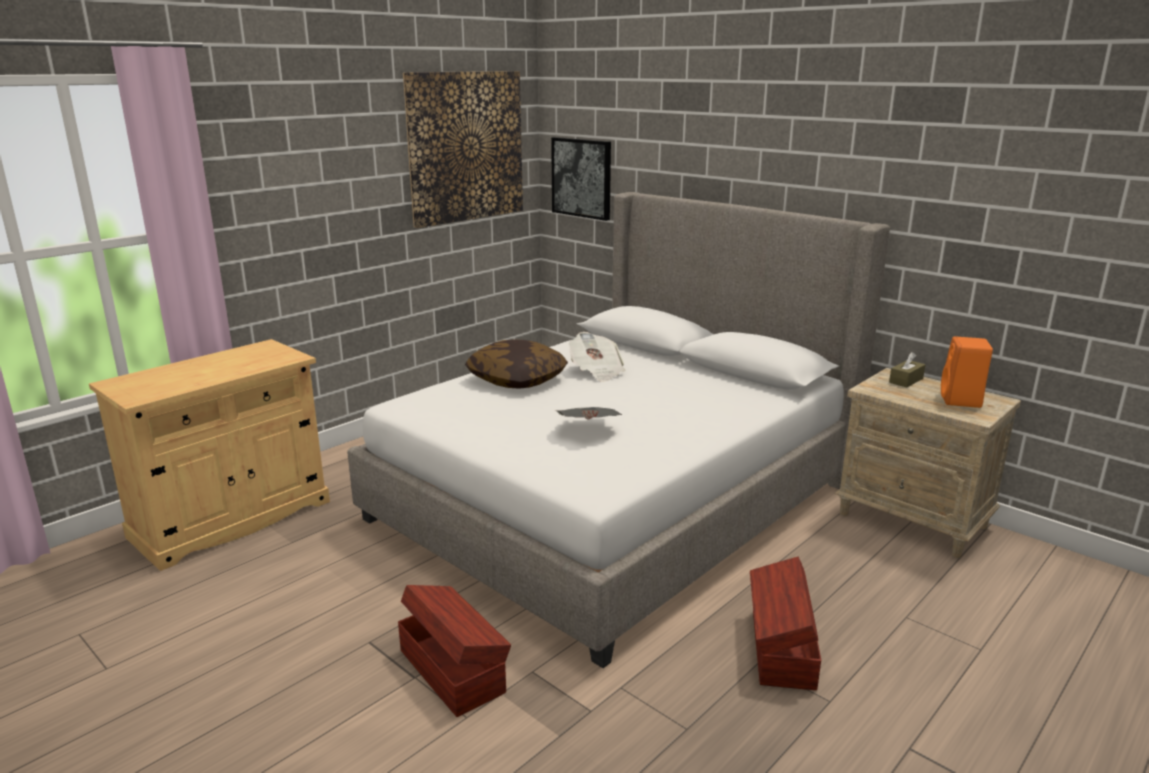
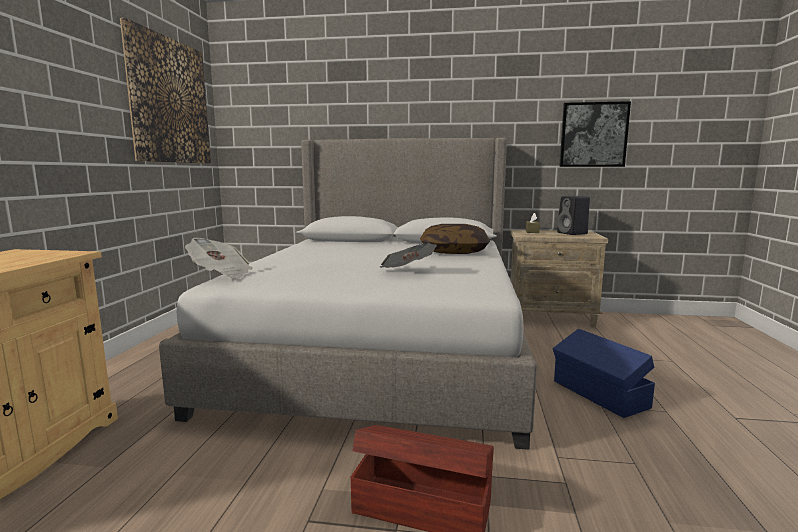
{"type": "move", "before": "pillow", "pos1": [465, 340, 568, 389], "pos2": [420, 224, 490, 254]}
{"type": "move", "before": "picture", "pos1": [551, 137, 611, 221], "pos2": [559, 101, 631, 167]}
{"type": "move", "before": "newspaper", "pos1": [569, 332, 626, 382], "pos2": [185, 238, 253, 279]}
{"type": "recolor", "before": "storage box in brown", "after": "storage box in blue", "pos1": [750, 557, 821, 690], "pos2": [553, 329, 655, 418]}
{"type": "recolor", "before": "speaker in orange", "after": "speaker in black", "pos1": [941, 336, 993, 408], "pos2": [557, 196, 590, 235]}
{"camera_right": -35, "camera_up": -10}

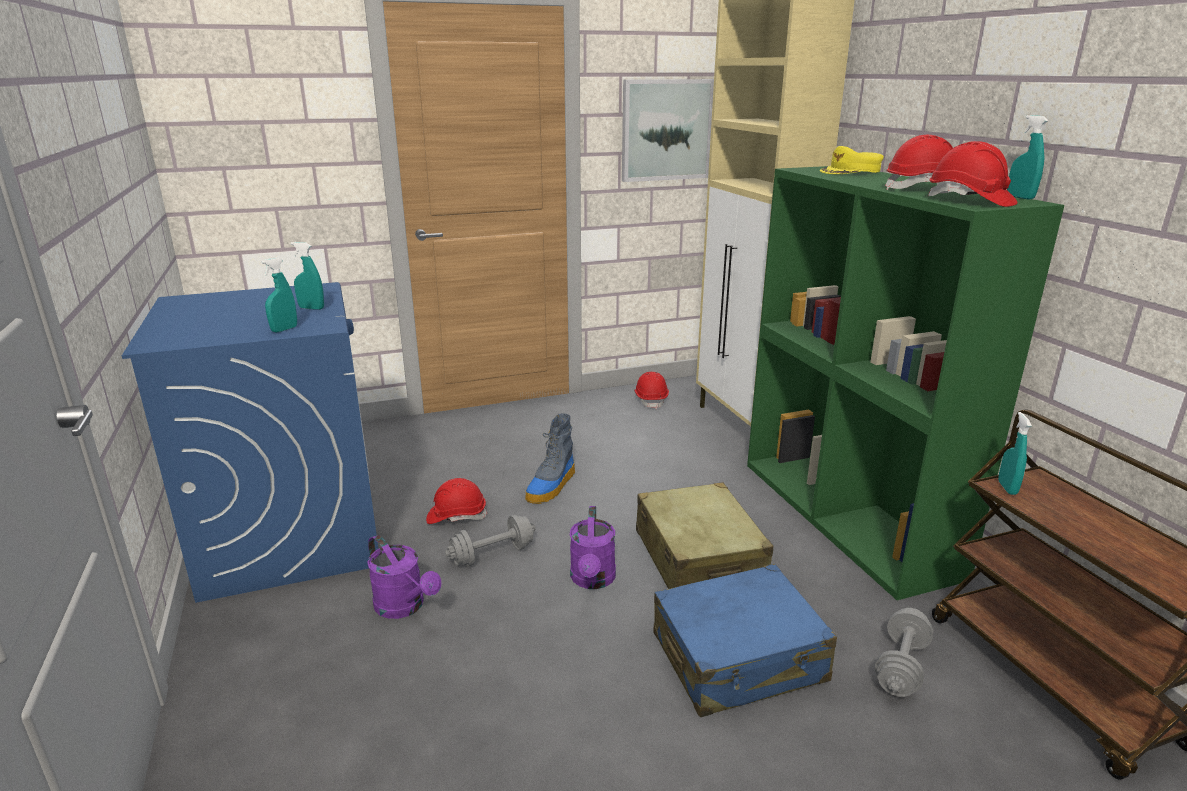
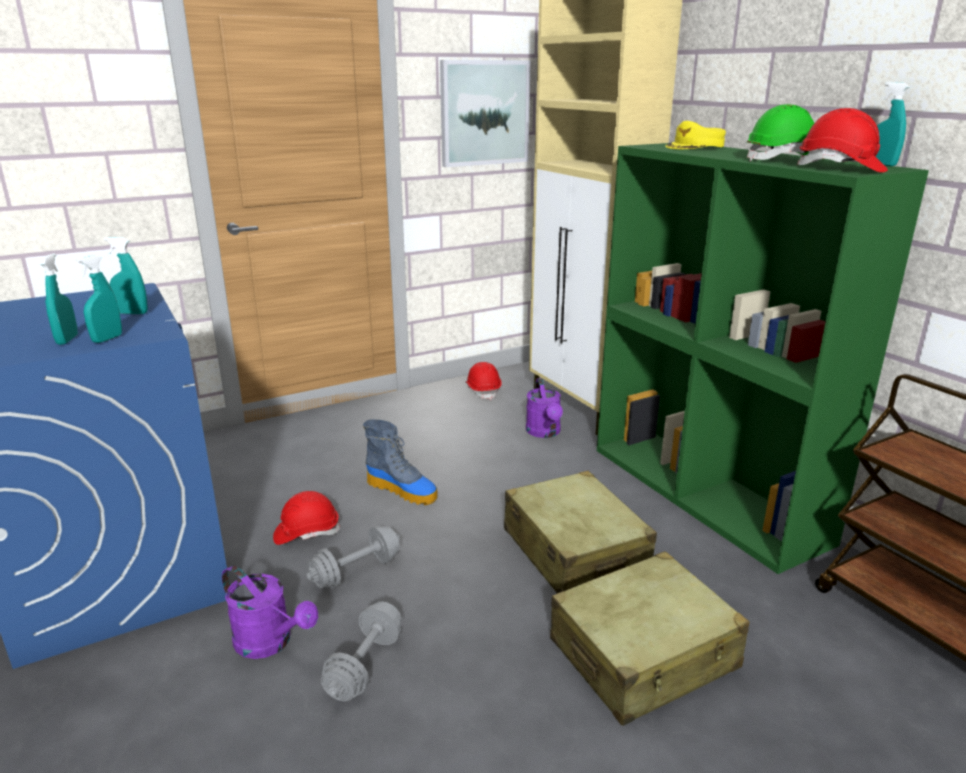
{"type": "move", "before": "watering can in purple", "pos1": [570, 506, 616, 589], "pos2": [526, 378, 563, 438]}
{"type": "move", "before": "dumbbell in grey", "pos1": [875, 608, 934, 697], "pos2": [321, 602, 402, 701]}
{"type": "move", "before": "spray bottle in turquoise", "pos1": [998, 412, 1032, 495], "pos2": [40, 254, 78, 345]}
{"type": "recolor", "before": "suitcase in blue", "after": "suitcase in beige", "pos1": [653, 564, 837, 717], "pos2": [550, 551, 750, 726]}
{"type": "recolor", "before": "hard hat in red", "after": "hard hat in green", "pos1": [885, 135, 953, 190], "pos2": [747, 104, 814, 161]}
{"type": "rotate", "before": "boot", "pos1": [525, 413, 575, 504], "pos2": [363, 419, 438, 505], "turn": -75}
{"camera_right": -10, "camera_up": 0}

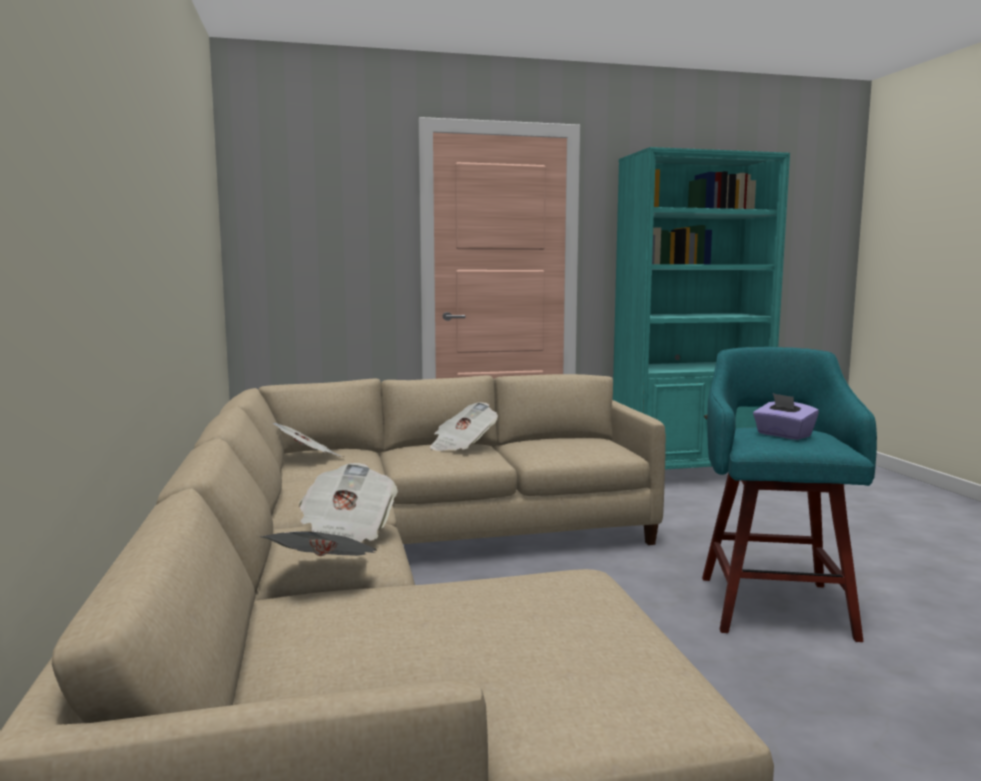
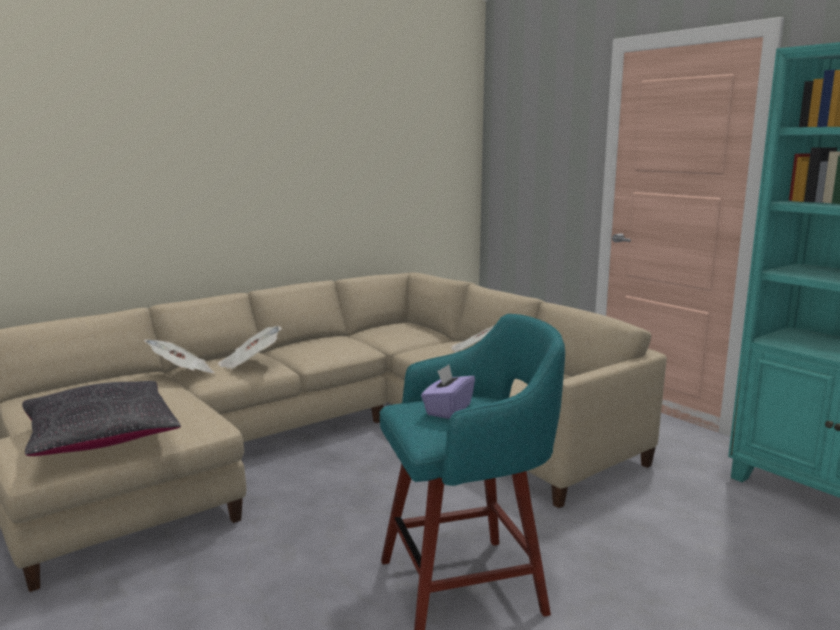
{"type": "delete", "before": "newspaper", "pos1": [272, 423, 343, 457]}
{"type": "insert", "after": "pillow in black", "pos2": [22, 381, 181, 456]}
{"camera_right": 65, "camera_up": 5}

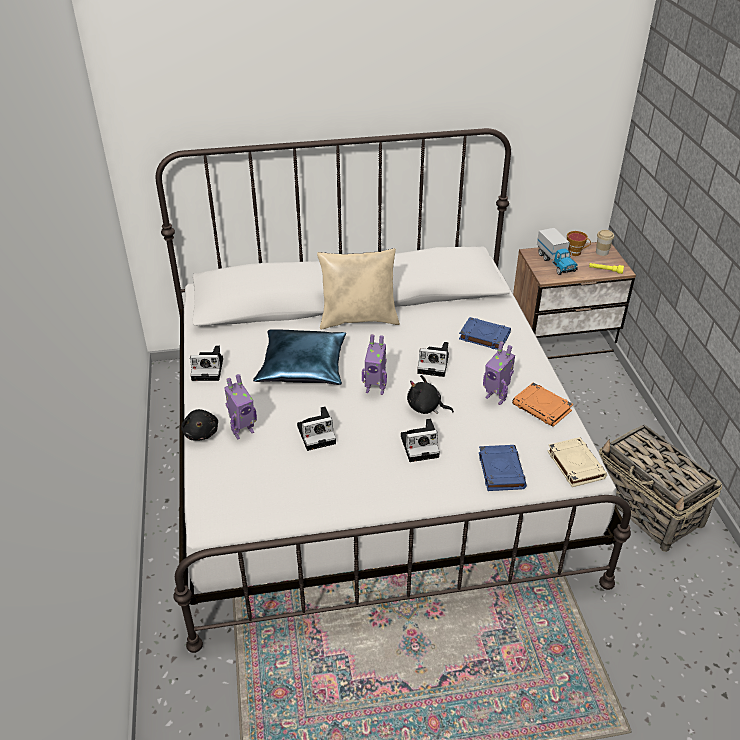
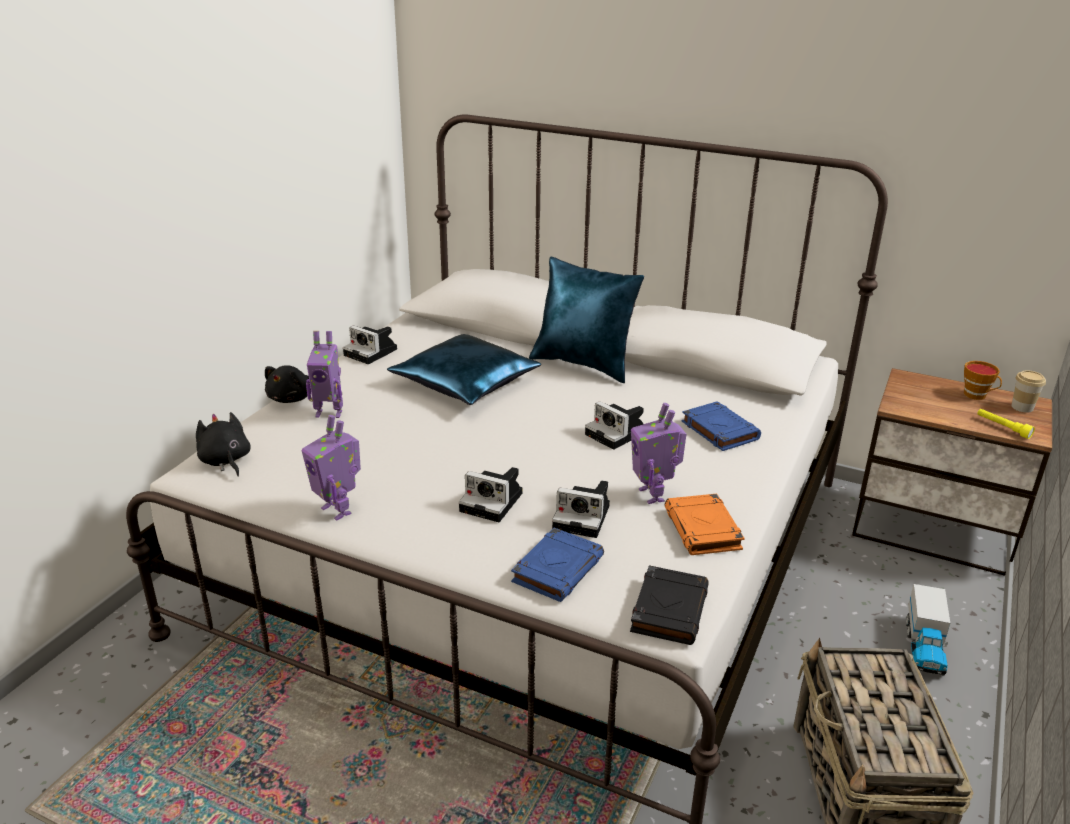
{"type": "move", "before": "photo camera", "pos1": [297, 406, 336, 451], "pos2": [552, 480, 610, 538]}
{"type": "move", "before": "toy robot", "pos1": [362, 334, 387, 395], "pos2": [302, 415, 361, 521]}
{"type": "move", "before": "plush toy in black", "pos1": [407, 375, 454, 414], "pos2": [196, 412, 251, 477]}
{"type": "move", "before": "toy truck", "pos1": [537, 228, 578, 275], "pos2": [906, 584, 950, 676]}
{"type": "recolor", "before": "pillow in beige", "after": "pillow in blue", "pos1": [317, 248, 400, 329], "pos2": [529, 257, 644, 383]}
{"type": "recolor", "before": "book in beige", "after": "book in black", "pos1": [547, 437, 607, 487], "pos2": [630, 565, 709, 645]}
{"camera_right": 35, "camera_up": -10}

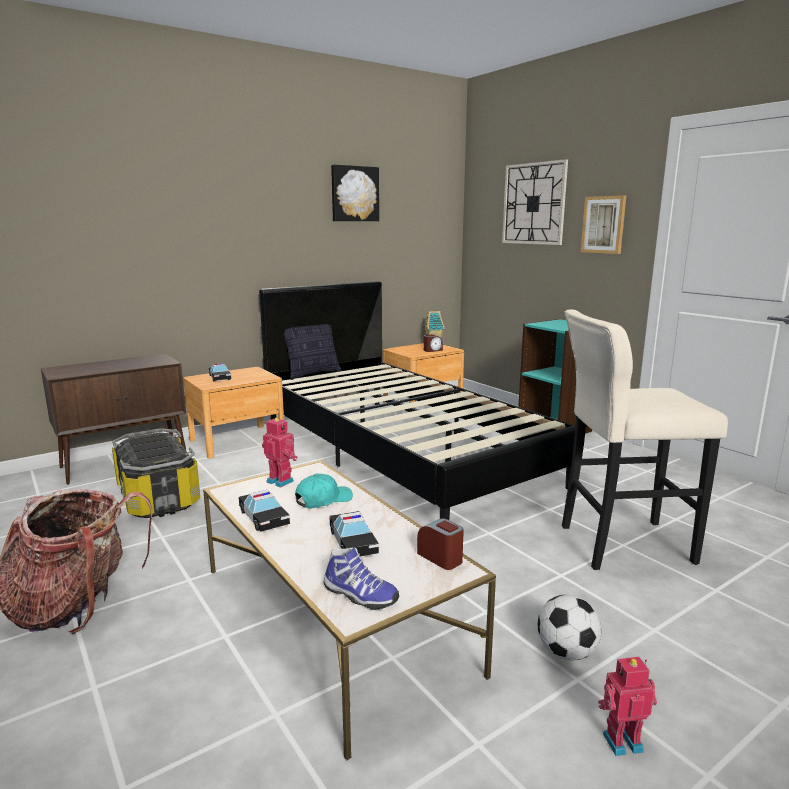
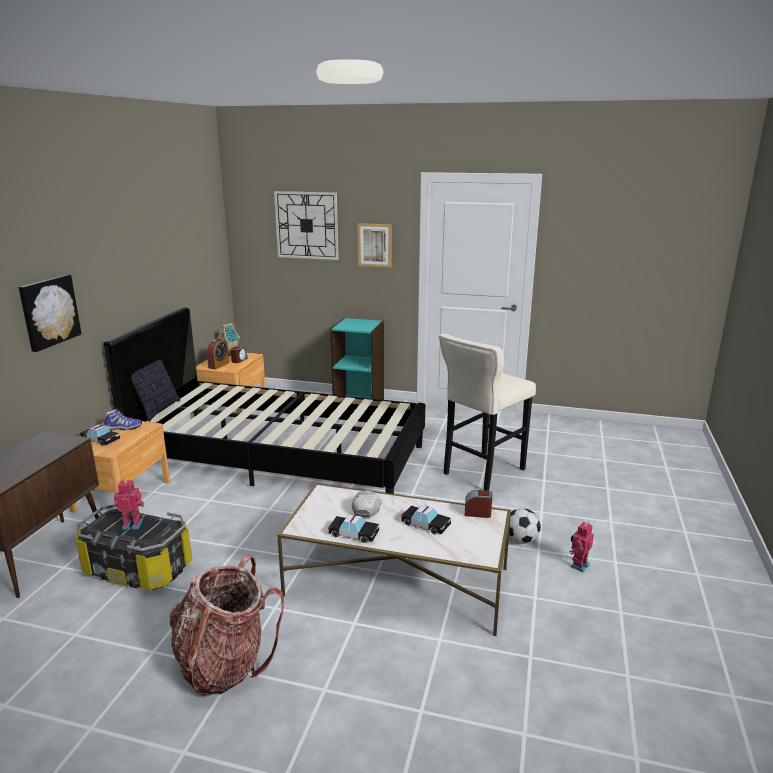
{"type": "insert", "after": "alarm clock", "pos2": [207, 339, 229, 370]}
{"type": "move", "before": "toy robot", "pos1": [262, 417, 298, 488], "pos2": [114, 480, 144, 530]}
{"type": "move", "before": "shoe", "pos1": [324, 547, 399, 610], "pos2": [104, 409, 142, 431]}
{"type": "move", "before": "picture", "pos1": [331, 165, 379, 221], "pos2": [19, 274, 82, 352]}
{"type": "recolor", "before": "cap in turquoise", "after": "cap in white", "pos1": [295, 473, 353, 509], "pos2": [352, 490, 382, 517]}
{"camera_right": -40, "camera_up": 5}

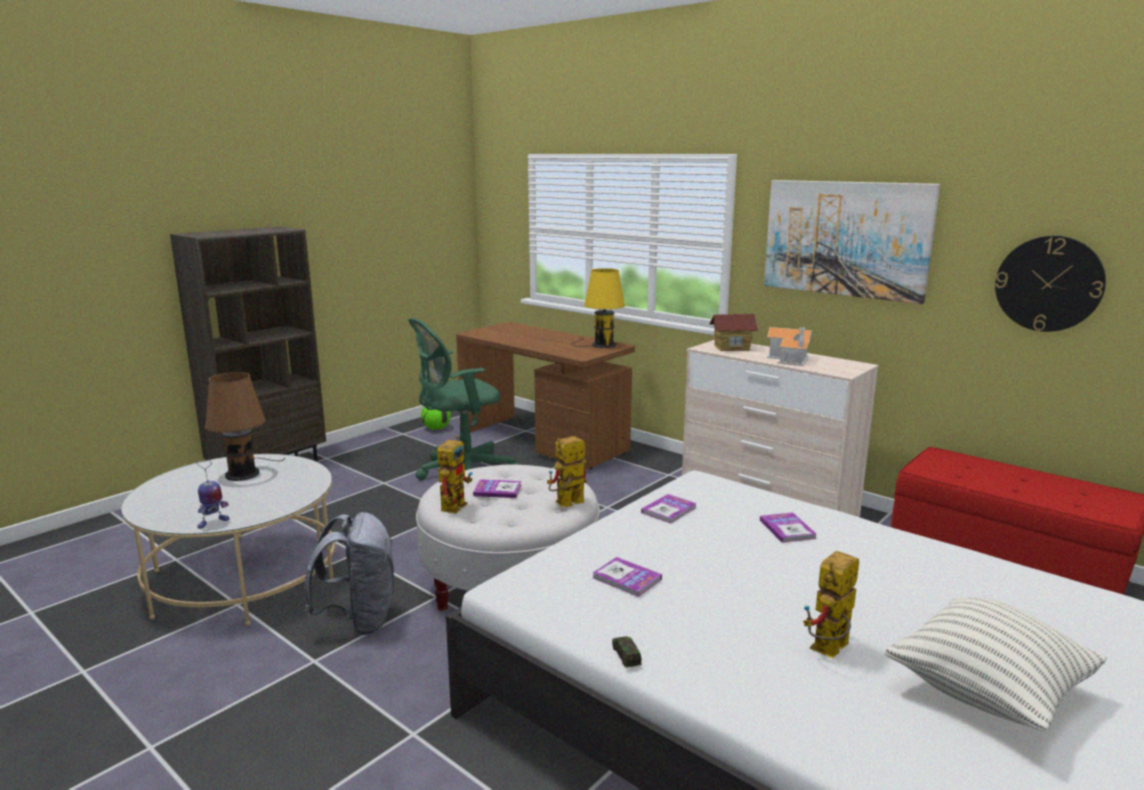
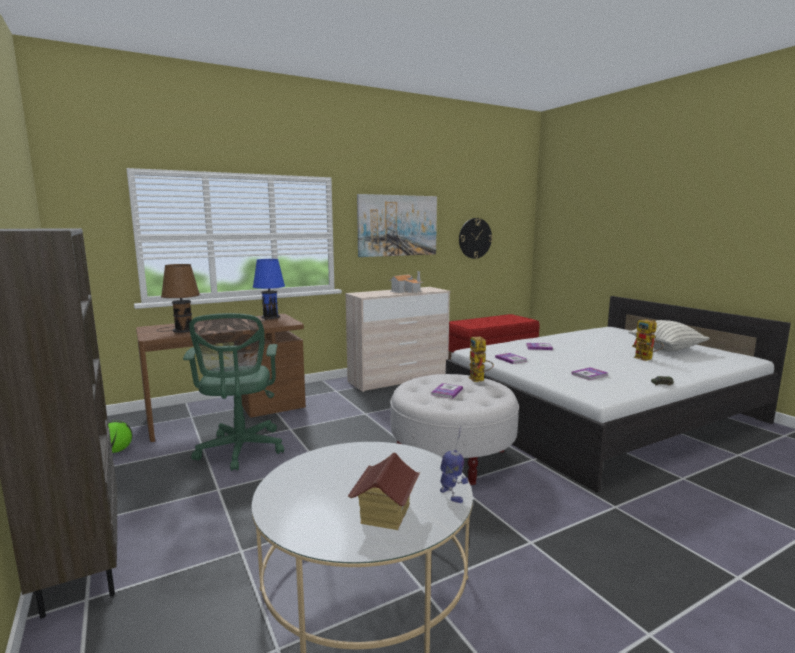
{"type": "delete", "before": "backpack in grey", "pos1": [304, 512, 394, 635]}
{"type": "delete", "before": "toy robot", "pos1": [437, 435, 473, 513]}
{"type": "move", "before": "table lamp in brown", "pos1": [205, 372, 285, 481], "pos2": [156, 264, 200, 333]}
{"type": "move", "before": "toy house", "pos1": [709, 314, 759, 351], "pos2": [348, 453, 420, 530]}
{"type": "recolor", "before": "table lamp in yellow", "after": "table lamp in blue", "pos1": [571, 268, 625, 348], "pos2": [246, 259, 285, 321]}
{"camera_right": -70, "camera_up": -5}

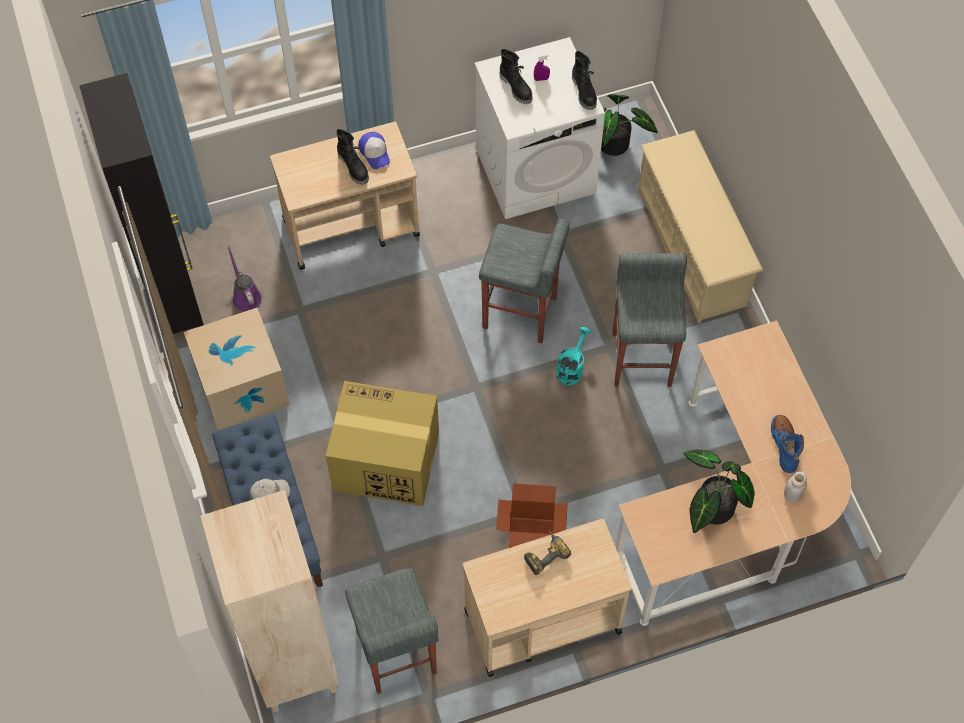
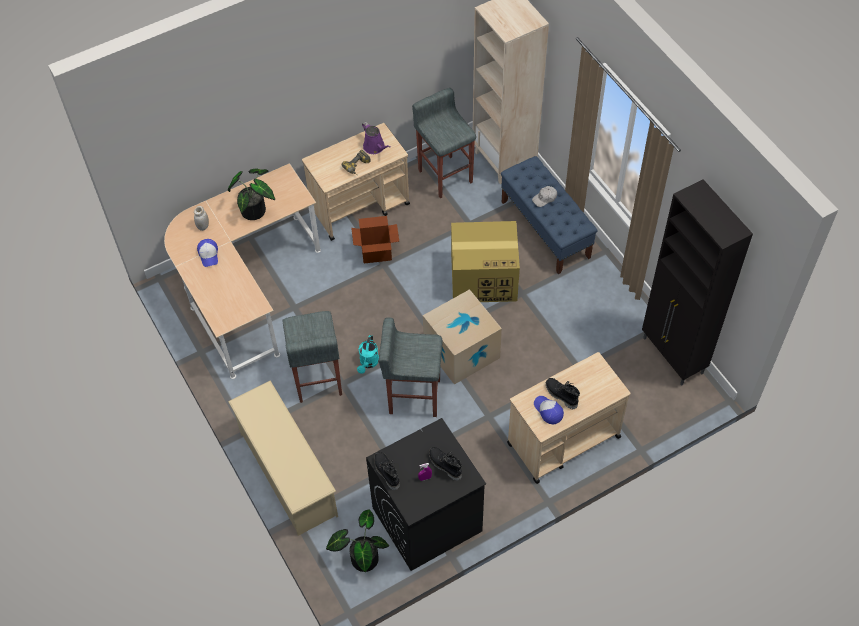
{"type": "move", "before": "cardboard box", "pos1": [184, 308, 290, 430], "pos2": [423, 289, 502, 385]}
{"type": "move", "before": "watering can in purple", "pos1": [227, 246, 262, 312], "pos2": [362, 122, 390, 154]}
{"type": "replace", "before": "boot in blue", "after": "cap", "pos1": [771, 415, 804, 473], "pos2": [197, 239, 218, 267]}
{"type": "recolor", "before": "washing machine in white", "after": "washing machine in black", "pos1": [474, 37, 605, 219], "pos2": [366, 418, 486, 571]}
{"camera_right": 170, "camera_up": -5}

